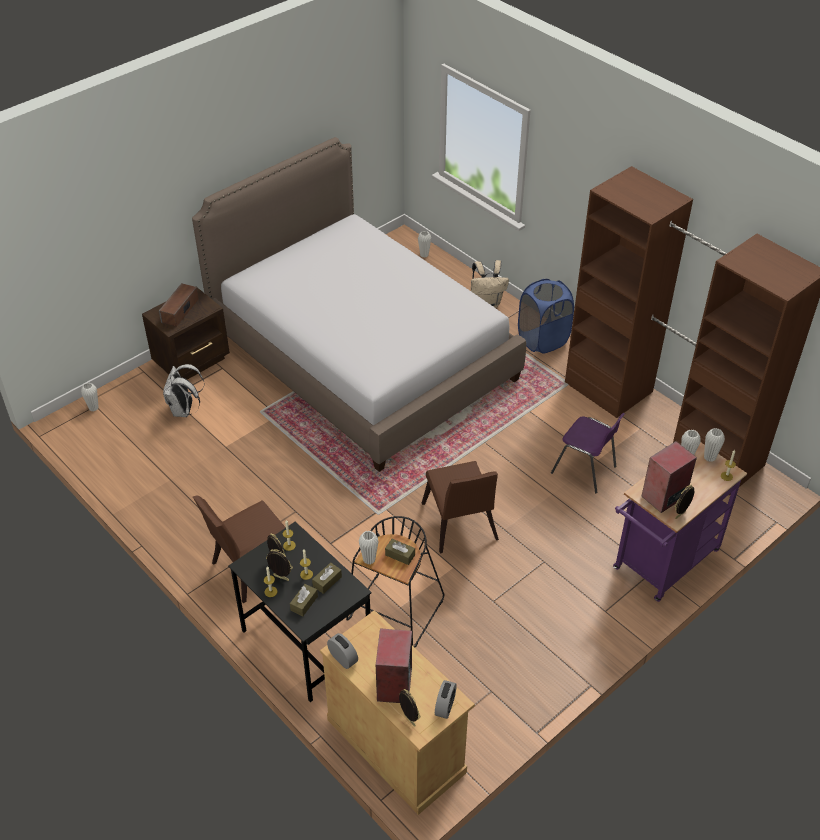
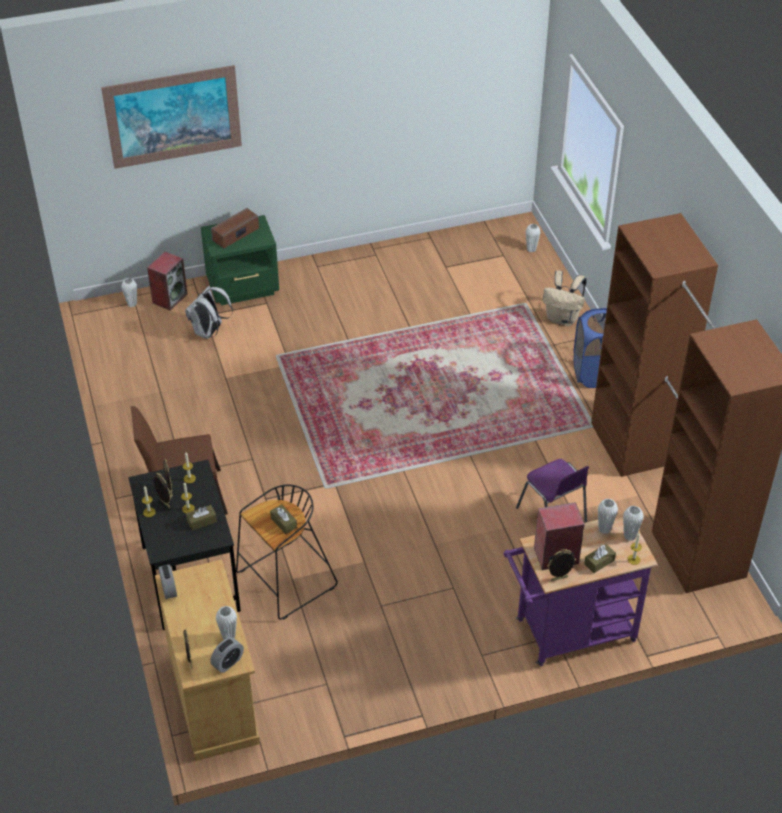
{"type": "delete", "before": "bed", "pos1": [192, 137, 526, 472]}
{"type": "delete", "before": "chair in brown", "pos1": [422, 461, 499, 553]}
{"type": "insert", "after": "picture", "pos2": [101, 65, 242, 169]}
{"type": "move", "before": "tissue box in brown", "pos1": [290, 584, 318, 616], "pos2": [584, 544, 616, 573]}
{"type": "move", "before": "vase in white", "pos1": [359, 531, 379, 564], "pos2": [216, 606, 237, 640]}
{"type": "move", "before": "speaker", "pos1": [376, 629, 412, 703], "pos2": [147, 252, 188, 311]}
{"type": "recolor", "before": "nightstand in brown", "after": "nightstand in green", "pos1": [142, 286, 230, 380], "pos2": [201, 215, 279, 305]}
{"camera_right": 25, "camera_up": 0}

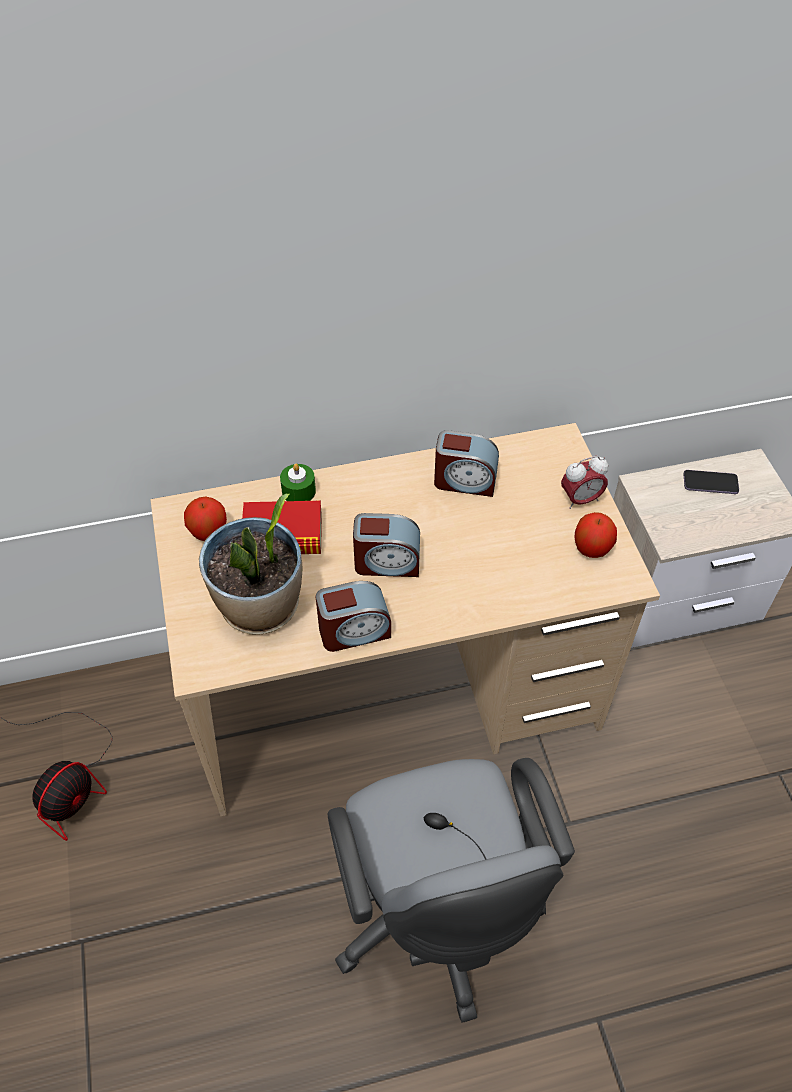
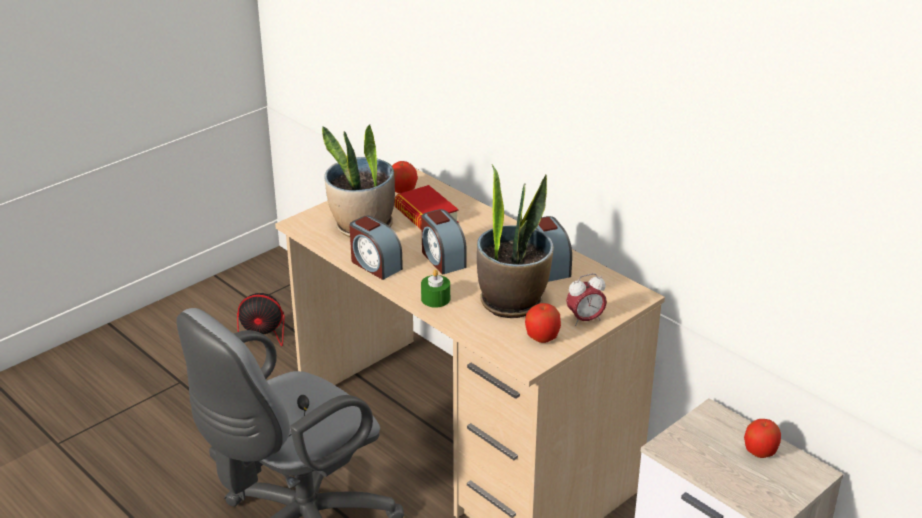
{"type": "insert", "after": "potted plant", "pos2": [477, 165, 554, 318]}
{"type": "move", "before": "candle in green", "pos1": [280, 464, 316, 501], "pos2": [421, 269, 450, 308]}
{"type": "replace", "before": "phone", "after": "apple", "pos1": [683, 470, 739, 494], "pos2": [744, 419, 781, 458]}
{"type": "rotate", "before": "alarm clock", "pos1": [561, 456, 608, 509], "pos2": [566, 273, 607, 326], "turn": -60}
{"camera_right": 60, "camera_up": -20}

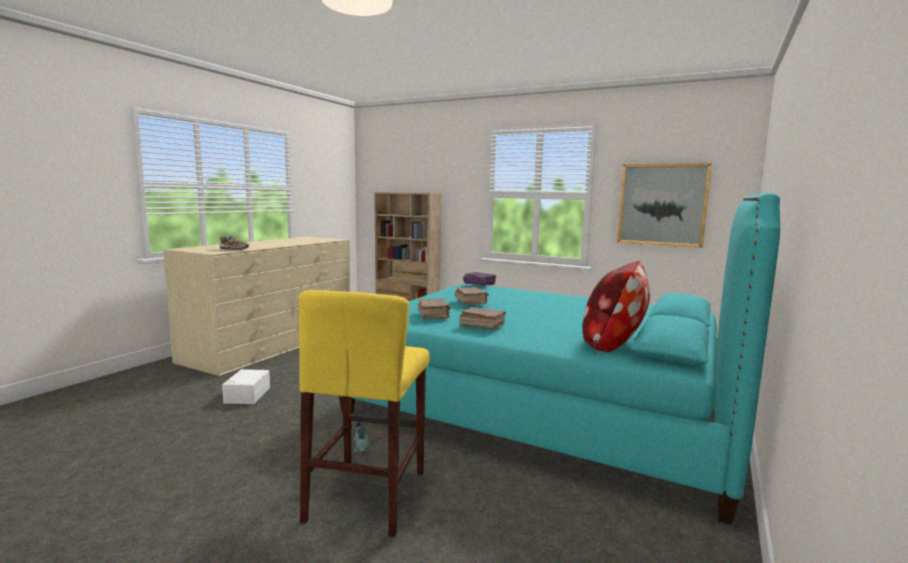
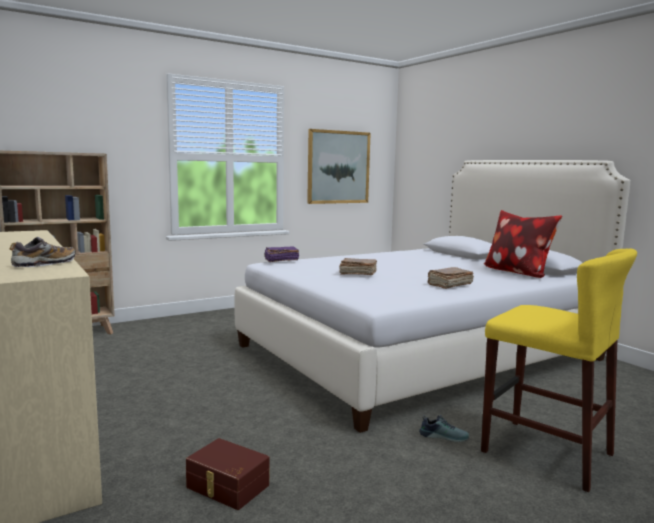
{"type": "delete", "before": "book in brown", "pos1": [417, 298, 451, 319]}
{"type": "recolor", "before": "storage box in white", "after": "storage box in brown", "pos1": [222, 369, 270, 404], "pos2": [186, 438, 269, 510]}
{"type": "recolor", "before": "bed in turquoise", "after": "bed in white", "pos1": [339, 193, 780, 525], "pos2": [234, 160, 631, 433]}
{"camera_right": -60, "camera_up": 0}

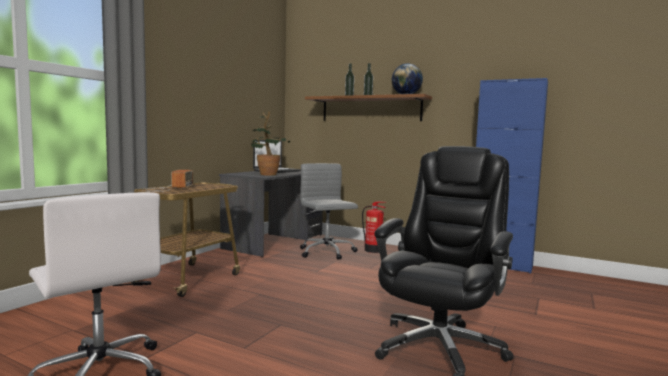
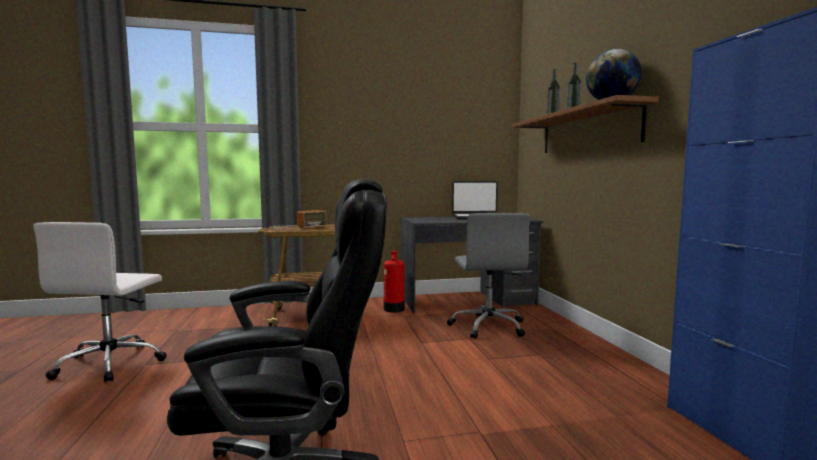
{"type": "delete", "before": "potted plant", "pos1": [251, 111, 290, 176]}
{"type": "move", "before": "fire extinguisher", "pos1": [362, 201, 386, 253], "pos2": [384, 251, 405, 313]}
{"type": "rotate", "before": "office chair in grey", "pos1": [300, 163, 358, 260], "pos2": [447, 213, 530, 339], "turn": 150}
{"camera_right": 50, "camera_up": 0}

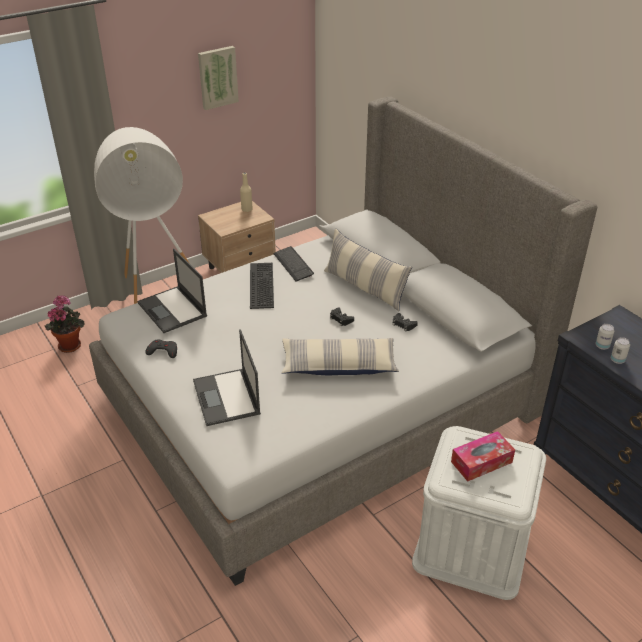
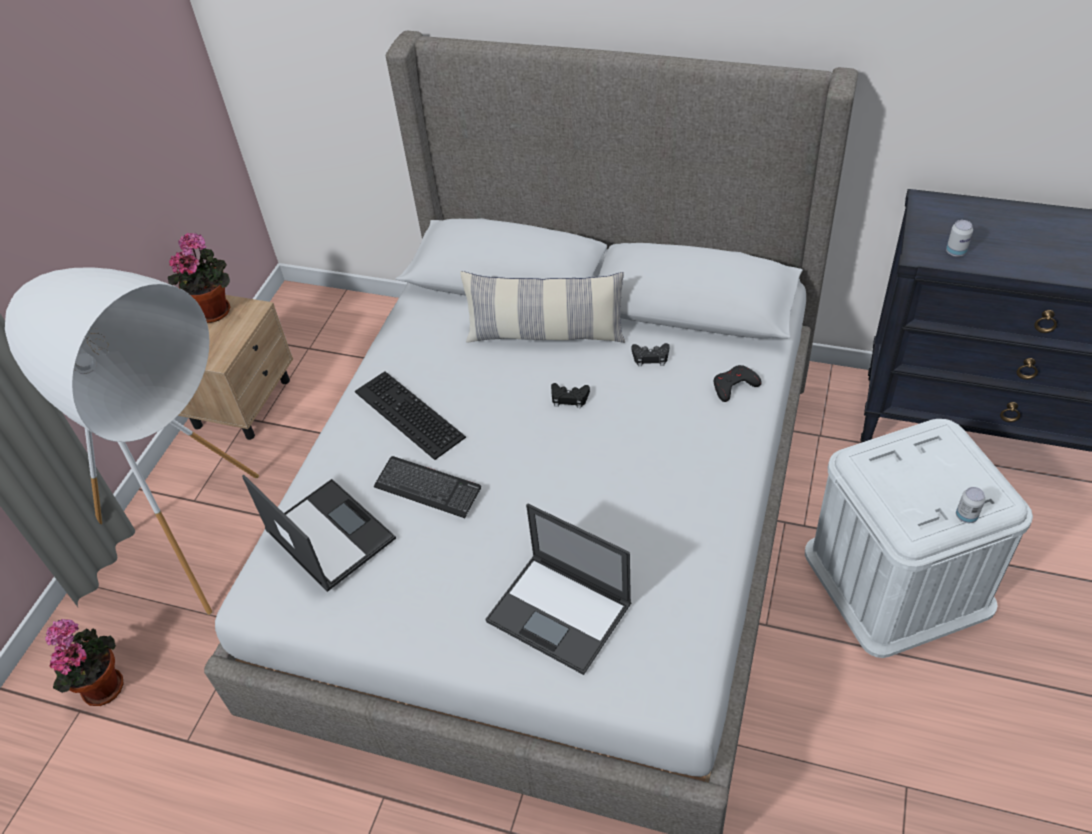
{"type": "delete", "before": "picture", "pos1": [198, 46, 239, 110]}
{"type": "delete", "before": "pillow", "pos1": [281, 338, 399, 376]}
{"type": "delete", "before": "tissue box", "pos1": [451, 431, 515, 482]}
{"type": "move", "before": "game controller in black", "pos1": [146, 339, 177, 358], "pos2": [714, 365, 762, 402]}
{"type": "move", "before": "keyboard", "pos1": [273, 246, 314, 282], "pos2": [374, 456, 481, 518]}
{"type": "move", "before": "can", "pos1": [611, 337, 630, 364], "pos2": [956, 487, 985, 523]}
{"type": "replace", "before": "bottle in beige", "after": "potted plant", "pos1": [240, 172, 253, 212], "pos2": [168, 232, 231, 323]}
{"type": "rotate", "before": "laptop", "pos1": [137, 249, 207, 333], "pos2": [242, 474, 396, 592], "turn": -150}
{"camera_right": -35, "camera_up": 10}

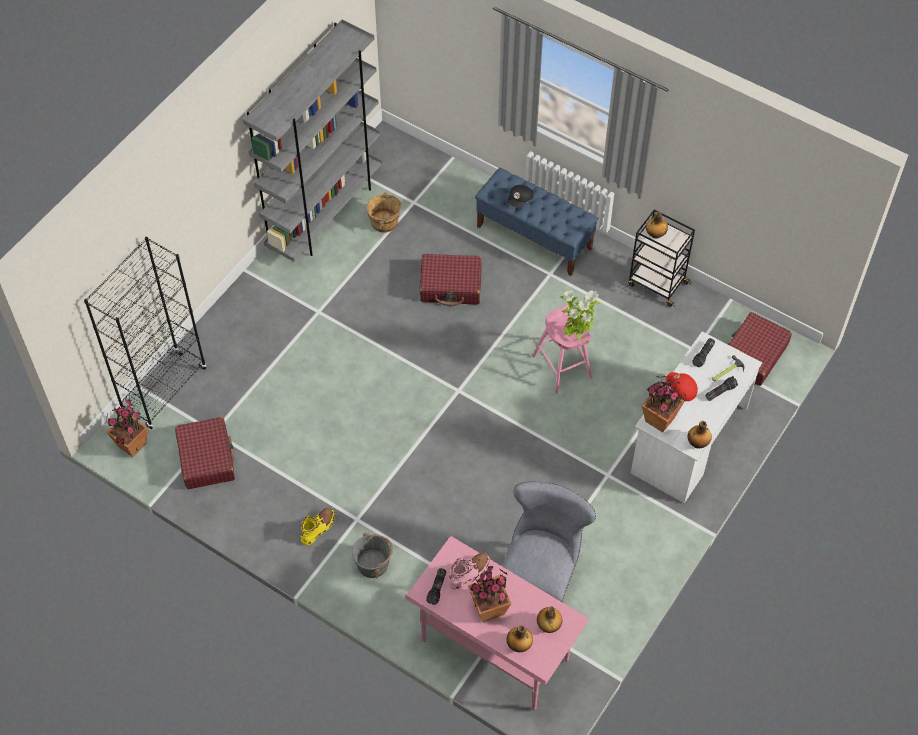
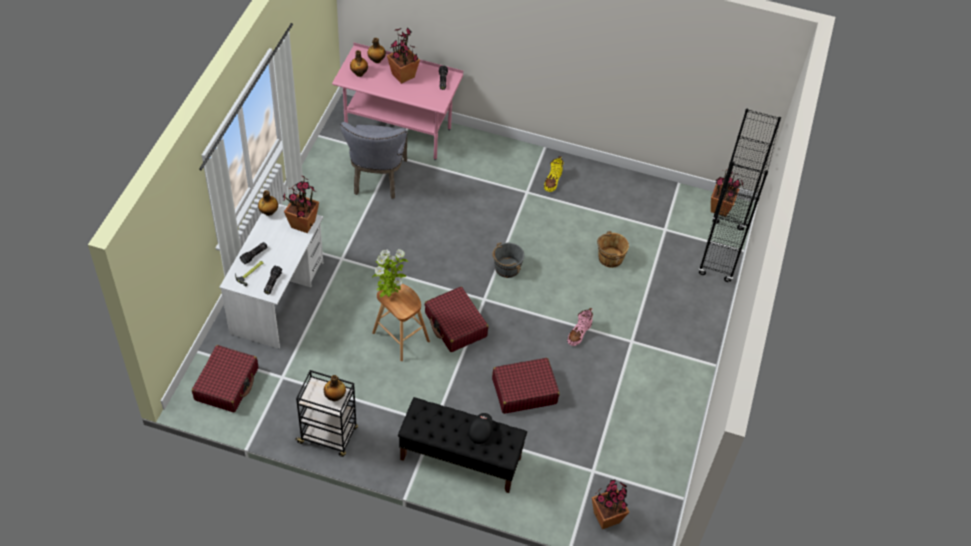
{"type": "delete", "before": "bookcase in grey", "pos1": [243, 20, 382, 262]}
{"type": "delete", "before": "cap in red", "pos1": [666, 372, 698, 401]}
{"type": "insert", "after": "potted plant", "pos2": [592, 480, 629, 529]}
{"type": "move", "before": "suitcase in red", "pos1": [175, 417, 235, 489], "pos2": [425, 287, 488, 352]}
{"type": "move", "before": "bucket in grey", "pos1": [352, 533, 393, 578], "pos2": [492, 242, 524, 278]}
{"type": "move", "before": "bucket in brown", "pos1": [367, 192, 402, 233], "pos2": [597, 231, 629, 268]}
{"type": "move", "before": "boot in pink", "pos1": [448, 553, 490, 590], "pos2": [567, 308, 593, 346]}
{"type": "recolor", "before": "bench in blue", "after": "bench in black", "pos1": [475, 168, 598, 276], "pos2": [398, 397, 527, 493]}
{"type": "recolor", "before": "stool in pink", "after": "stool in brown", "pos1": [532, 305, 592, 394], "pos2": [372, 284, 430, 361]}
{"camera_right": 160, "camera_up": -5}

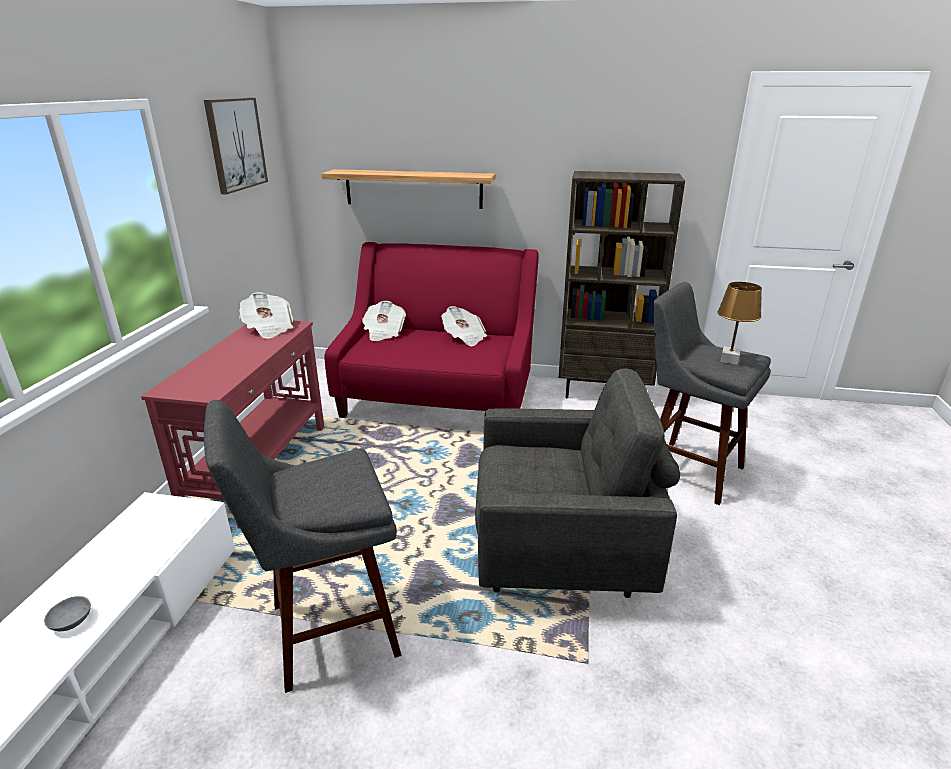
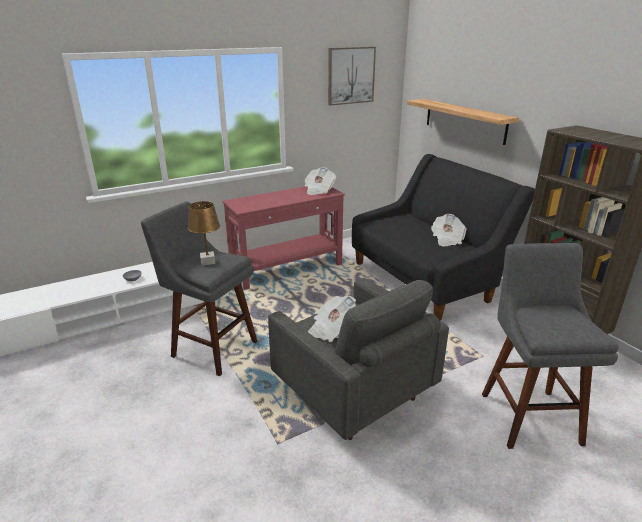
{"type": "move", "before": "newspaper", "pos1": [362, 301, 406, 341], "pos2": [308, 296, 356, 342]}
{"type": "move", "before": "table lamp in brown", "pos1": [718, 282, 762, 365], "pos2": [187, 201, 220, 265]}
{"type": "recolor", "before": "sofa in red", "after": "sofa in black", "pos1": [324, 242, 539, 418], "pos2": [352, 154, 535, 320]}
{"camera_right": 50, "camera_up": 0}

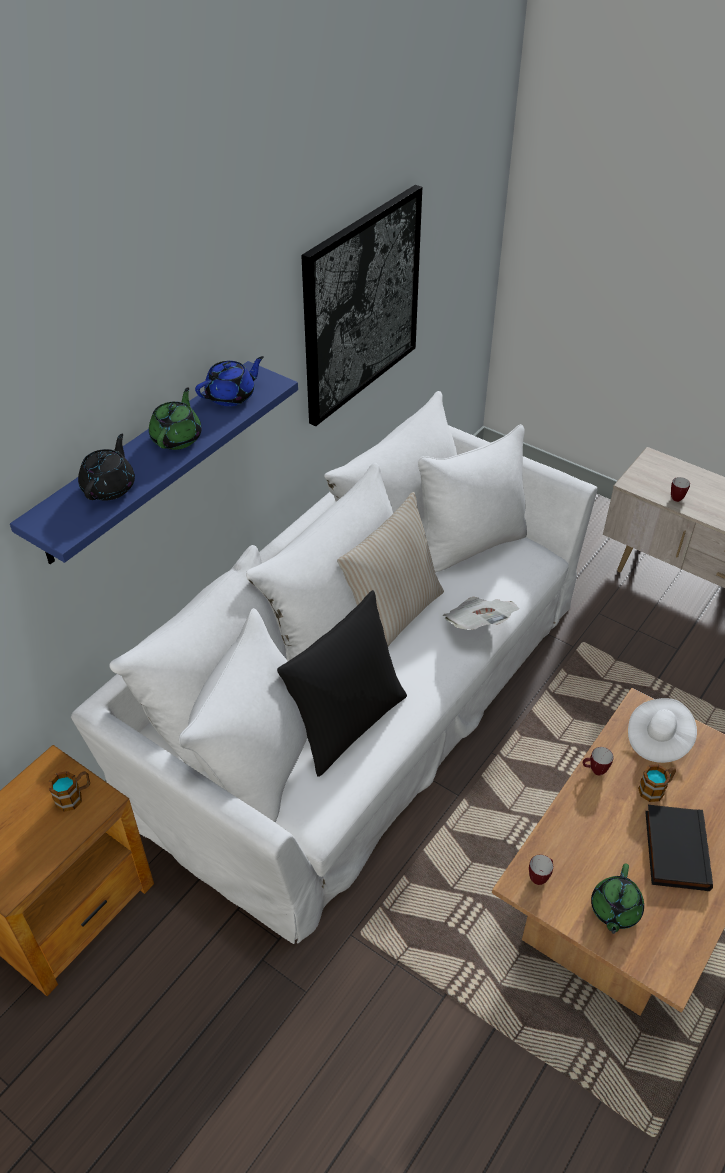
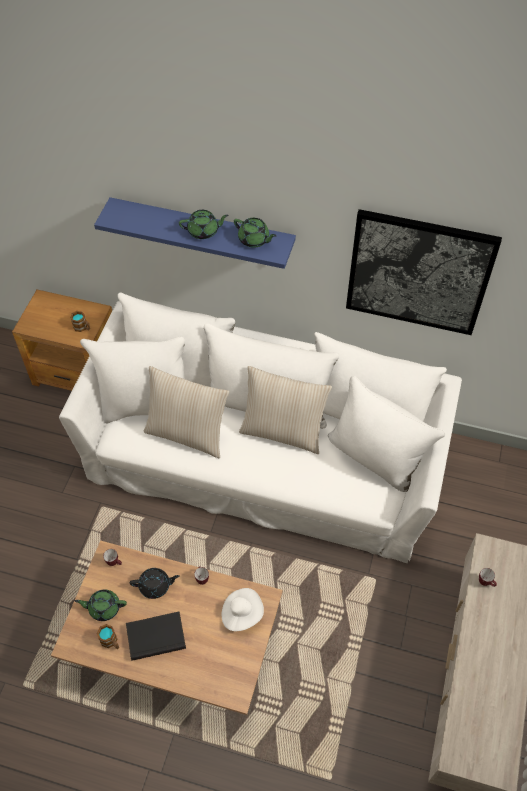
{"type": "delete", "before": "newspaper", "pos1": [442, 597, 519, 630]}
{"type": "move", "before": "teapot in black", "pos1": [78, 434, 135, 501], "pos2": [130, 568, 180, 599]}
{"type": "move", "before": "mug", "pos1": [638, 764, 676, 802], "pos2": [97, 624, 119, 649]}
{"type": "recolor", "before": "teapot in blue", "after": "teapot in green", "pos1": [195, 356, 264, 406], "pos2": [234, 218, 276, 248]}
{"type": "recolor", "before": "pillow in black", "after": "pillow in beige", "pos1": [277, 590, 407, 777], "pos2": [144, 366, 229, 459]}
{"camera_right": 70, "camera_up": 10}

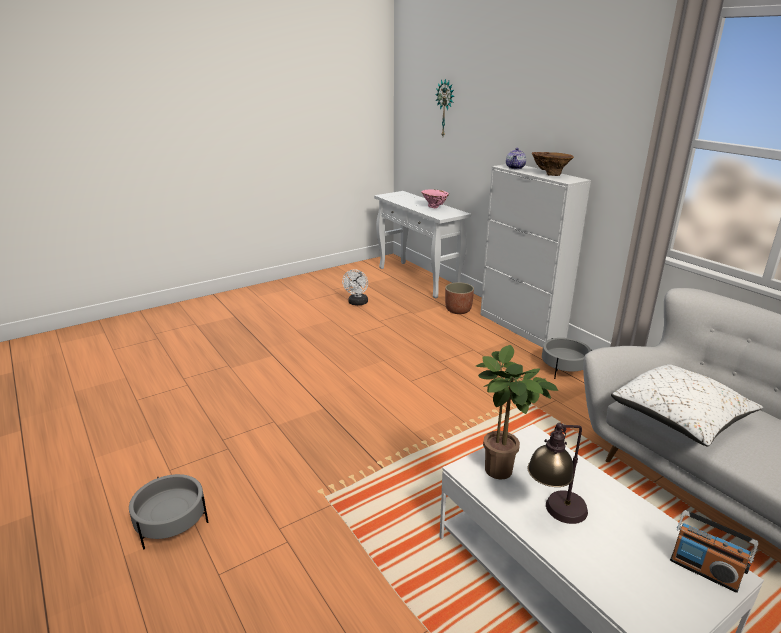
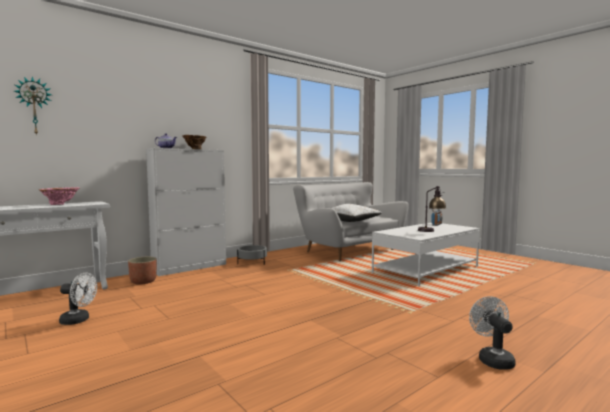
{"type": "delete", "before": "potted plant", "pos1": [476, 345, 558, 480]}
{"type": "replace", "before": "planter in grey", "after": "fan in white", "pos1": [129, 474, 208, 549], "pos2": [469, 296, 516, 370]}
{"camera_right": -95, "camera_up": -20}

